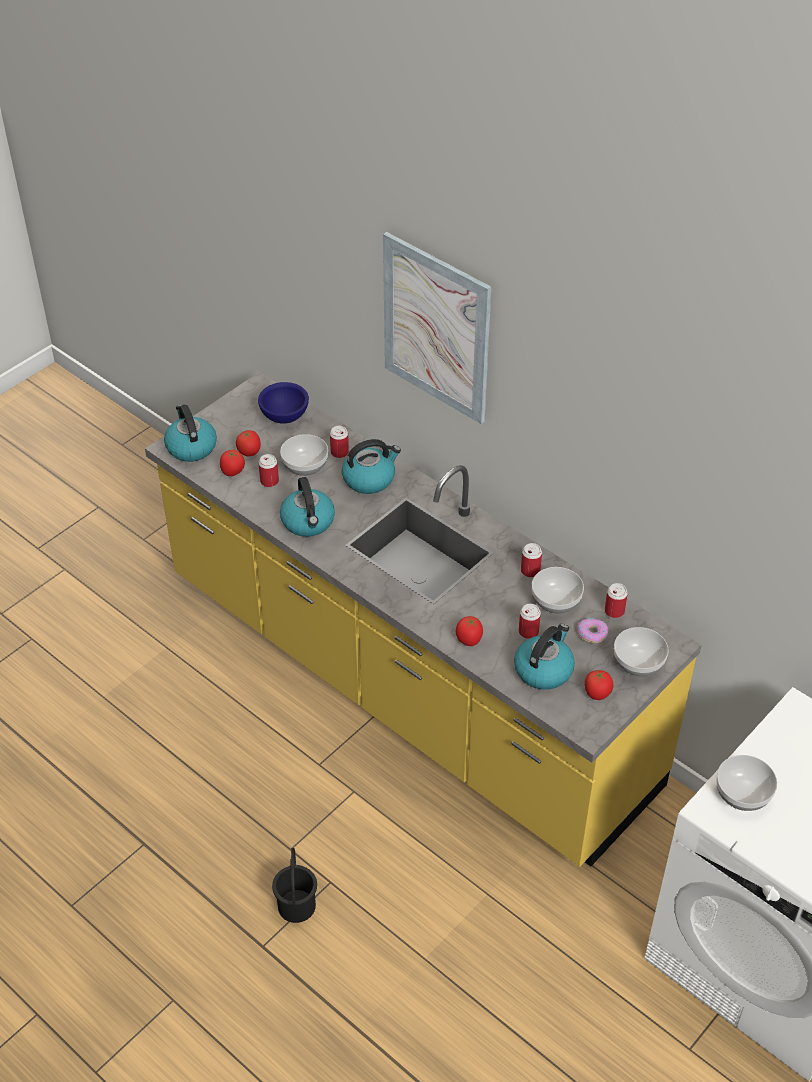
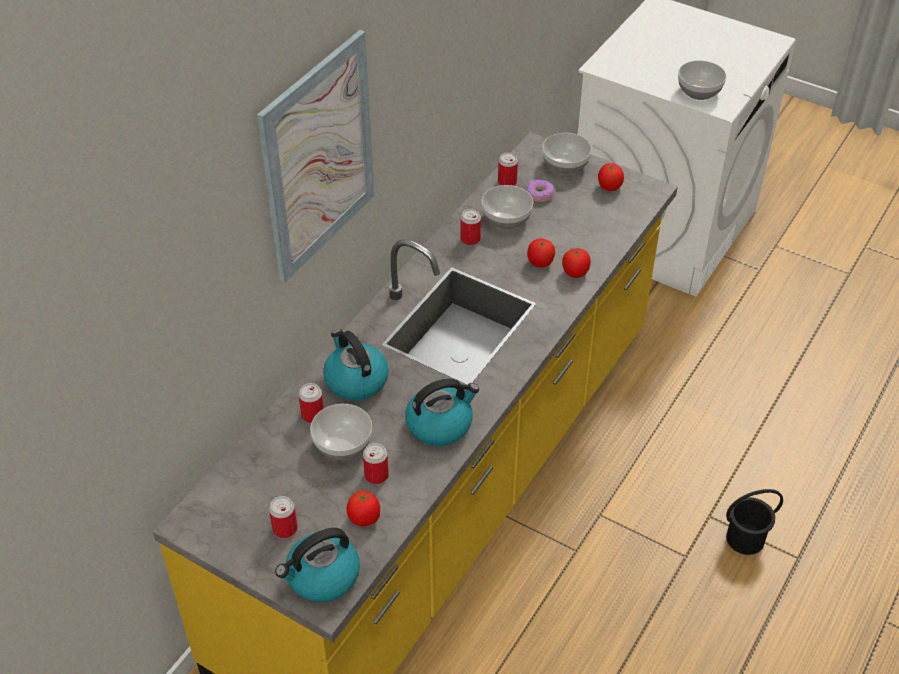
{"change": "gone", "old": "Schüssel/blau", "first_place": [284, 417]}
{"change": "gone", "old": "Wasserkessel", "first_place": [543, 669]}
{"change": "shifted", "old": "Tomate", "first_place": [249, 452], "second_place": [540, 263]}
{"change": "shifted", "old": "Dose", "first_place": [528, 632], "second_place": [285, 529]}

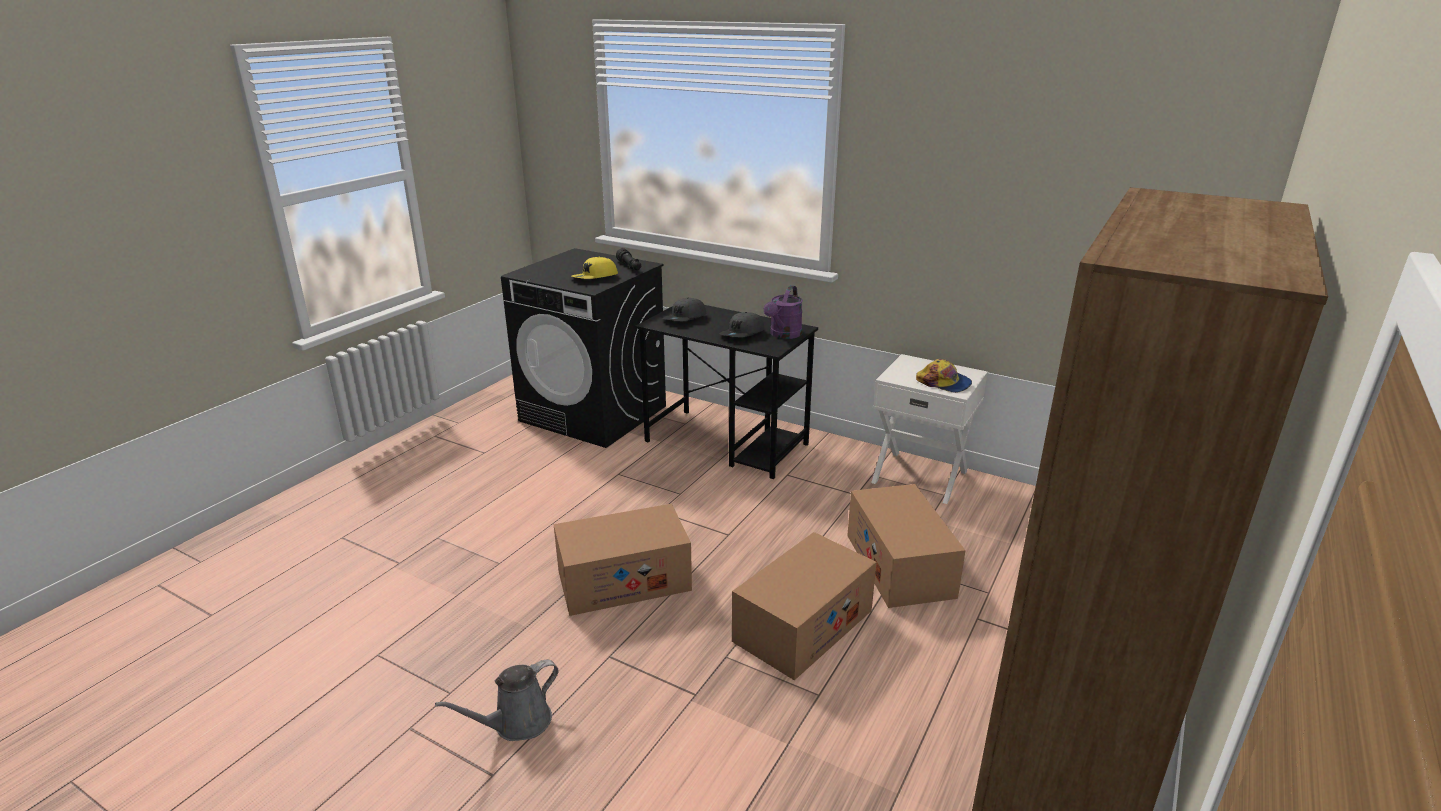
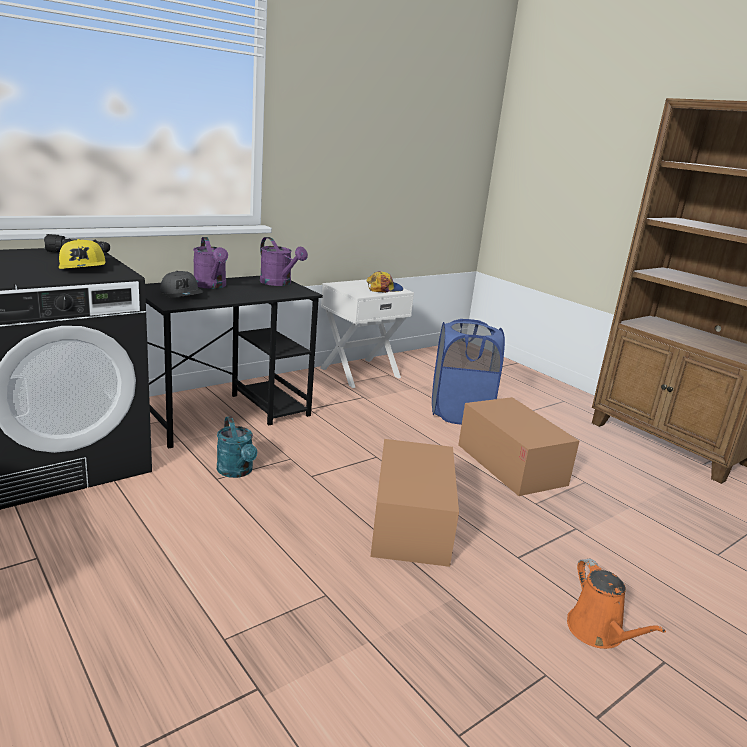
{"change": "gone", "old": "Kappe/grau", "first_place": [743, 334]}
{"change": "new", "new": "Gießkanne/lila", "second_place": [211, 286]}
{"change": "new", "new": "Gießkanne/türkis", "second_place": [237, 472]}
{"change": "swapped", "old": "Karton", "new": "Wäschekorb/blau", "first_place": [899, 565], "second_place": [460, 413]}
{"change": "repainted", "old": "Gießkanne/grau", "new": "Gießkanne/orange", "first_place": [517, 723], "second_place": [598, 632]}

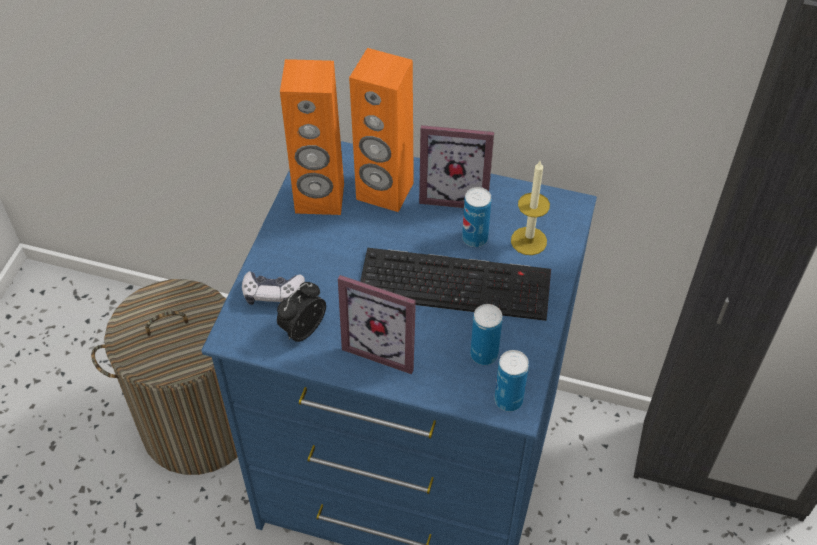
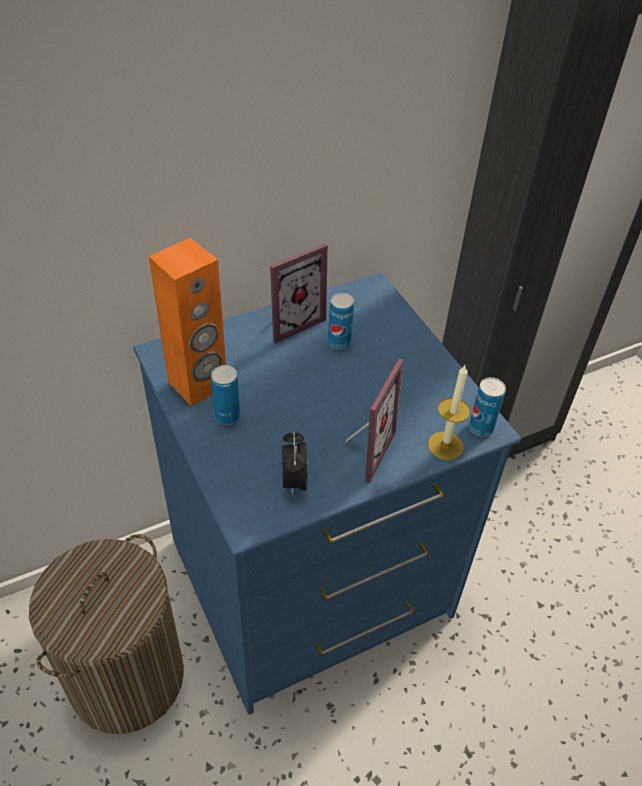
{"change": "gone", "old": "Gamepad", "first_place": [272, 293]}
{"change": "gone", "old": "Lautsprecher/orange", "first_place": [384, 192]}
{"change": "gone", "old": "Tastatur", "first_place": [457, 283]}
{"change": "shifted", "old": "Dose", "first_place": [484, 354], "second_place": [227, 416]}
{"change": "shifted", "old": "Kerze", "first_place": [528, 241], "second_place": [445, 445]}
{"change": "rotated", "old": "Bilderrahmen", "first_place": [385, 345], "second_place": [363, 450], "degrees": -45}

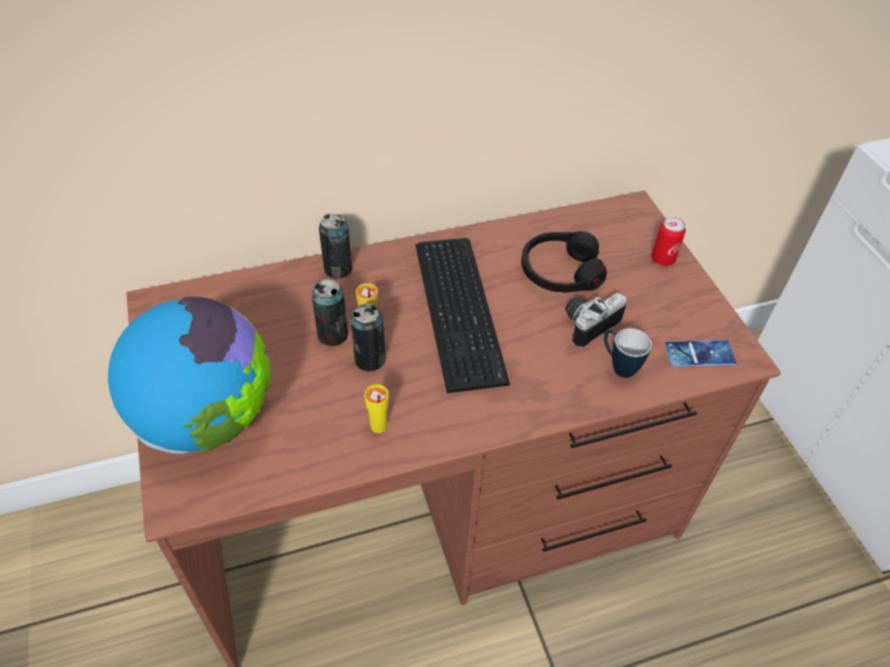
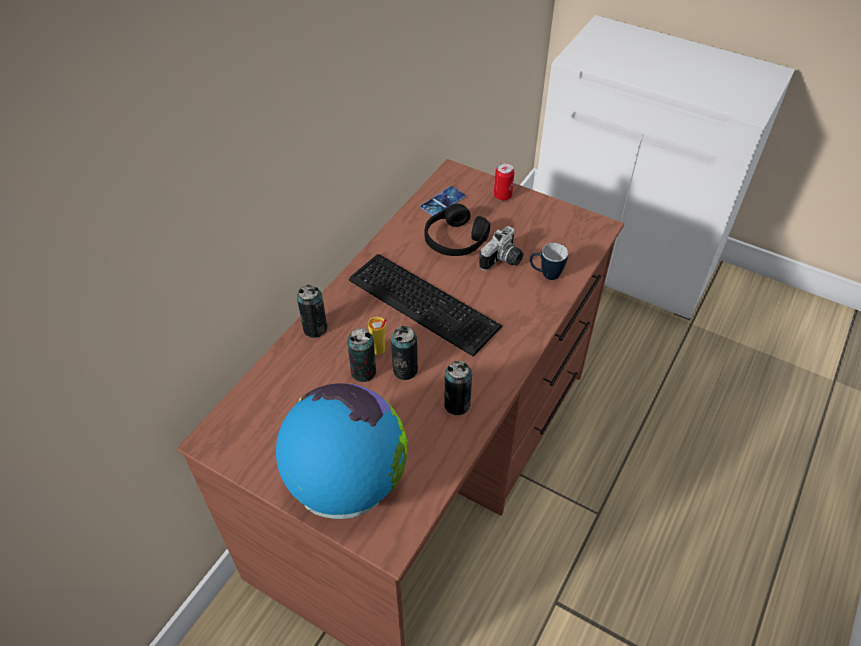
{"change": "shifted", "old": "Handy", "first_place": [699, 354], "second_place": [443, 201]}
{"change": "swapped", "old": "Tasse/gelb", "new": "Dose", "first_place": [378, 426], "second_place": [457, 404]}
{"change": "rotated", "old": "Kamera", "first_place": [587, 323], "second_place": [503, 261], "degrees": -150}

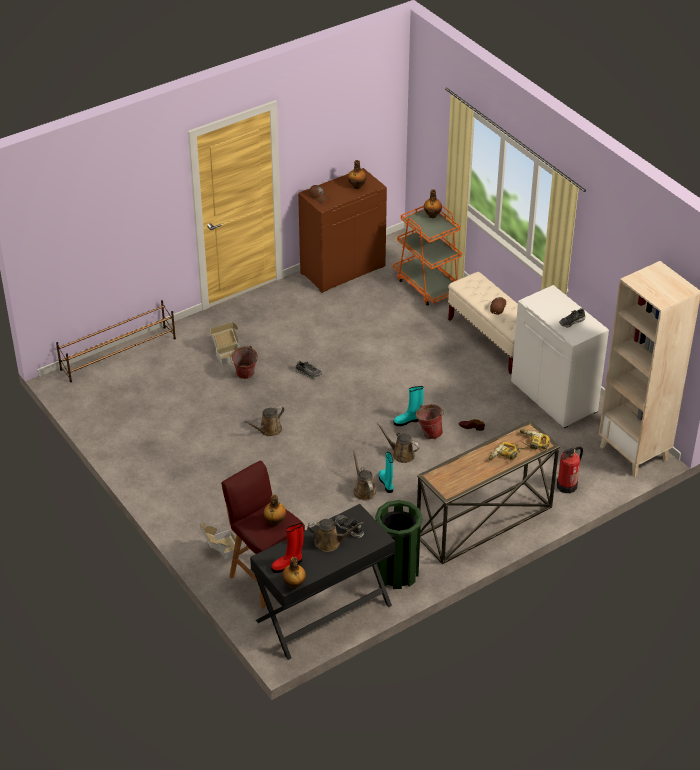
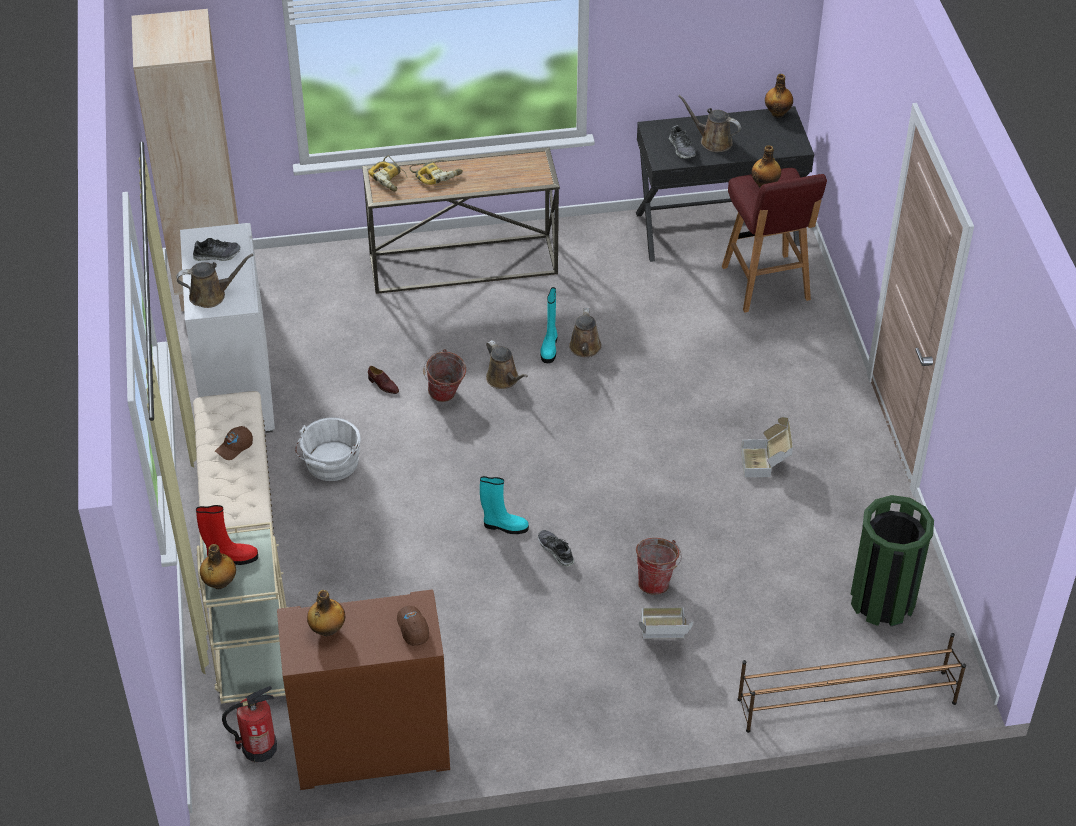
{"change": "new", "new": "Eimer/weiß", "second_place": [331, 464]}
{"change": "shifted", "old": "Karton", "first_place": [220, 549], "second_place": [766, 462]}
{"change": "shifted", "old": "Gießkanne/braun", "first_place": [268, 430], "second_place": [211, 295]}
{"change": "shifted", "old": "Stiefel/rot", "first_place": [287, 564], "second_place": [231, 557]}
{"change": "shifted", "old": "Mülleimer/grün", "first_place": [397, 572], "second_place": [882, 601]}
{"change": "shifted", "old": "Stiefel/türkis", "first_place": [408, 421], "second_place": [504, 526]}
{"change": "shifted", "old": "Feuerlöscher", "first_place": [567, 485], "second_place": [258, 747]}
{"change": "repainted", "old": "Rollwagen/orange", "new": "Rollwagen/beige", "first_place": [428, 285], "second_place": [254, 654]}

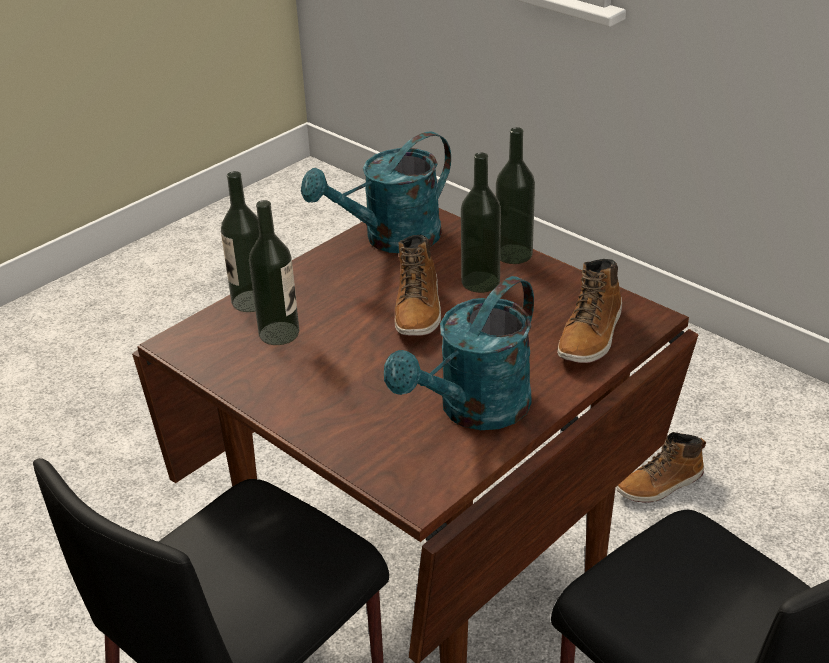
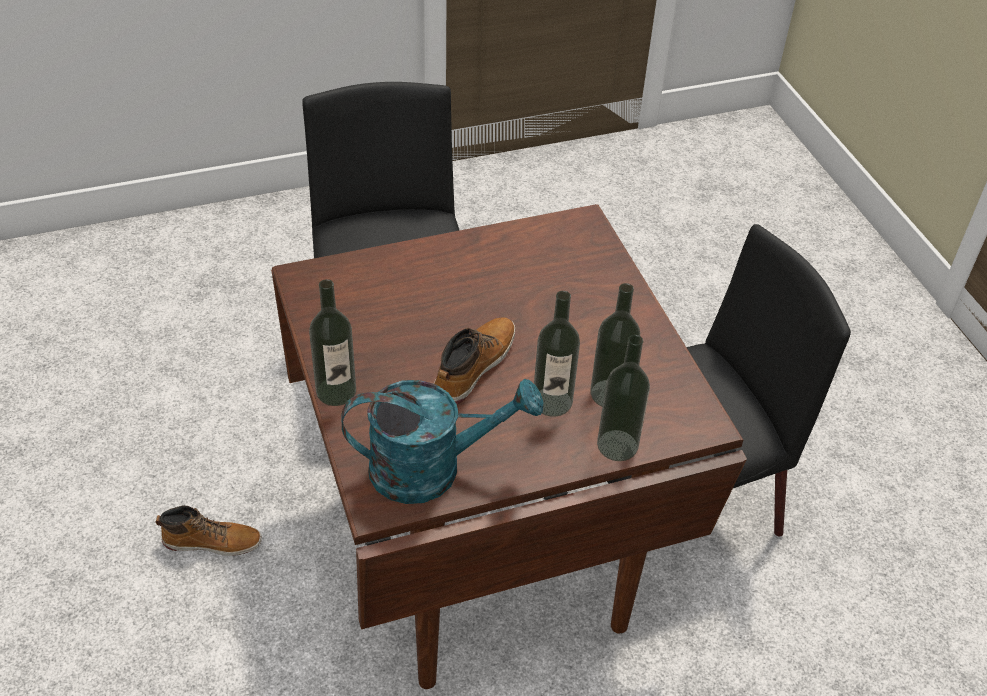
{"change": "gone", "old": "Gießkanne/türkis", "first_place": [474, 411]}
{"change": "gone", "old": "Stiefel", "first_place": [591, 335]}
{"change": "shifted", "old": "Flasche", "first_place": [480, 282], "second_place": [552, 401]}

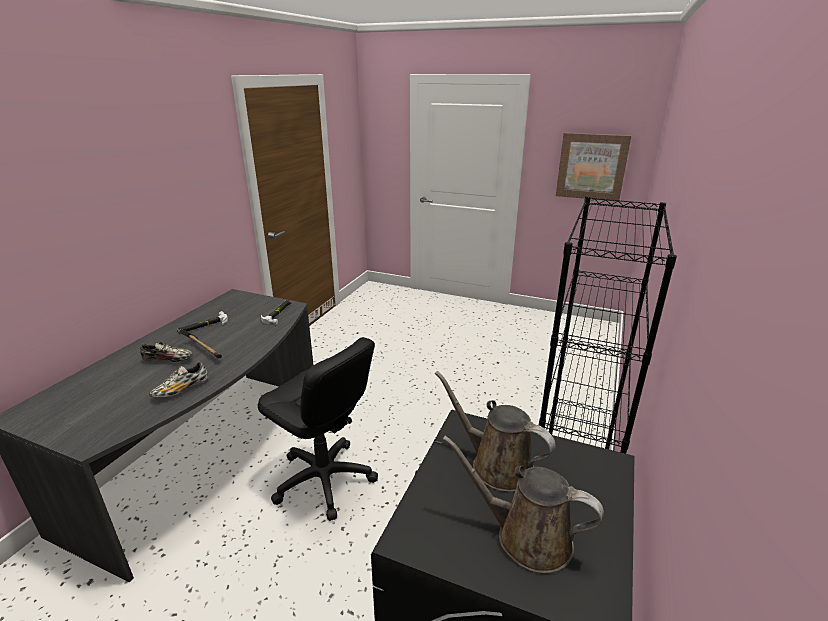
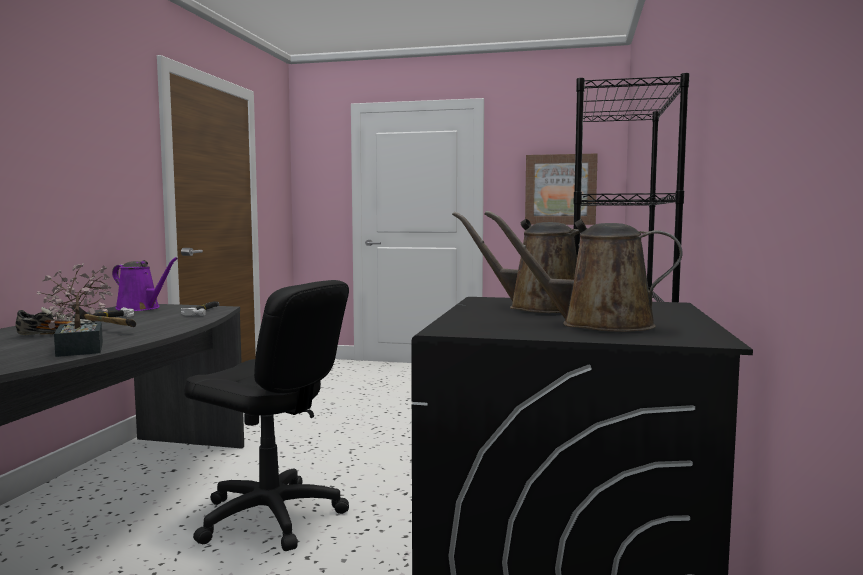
{"change": "new", "new": "Gießkanne/lila", "second_place": [141, 308]}
{"change": "swapped", "old": "Schuh", "new": "Topfpflanze", "first_place": [181, 390], "second_place": [81, 347]}

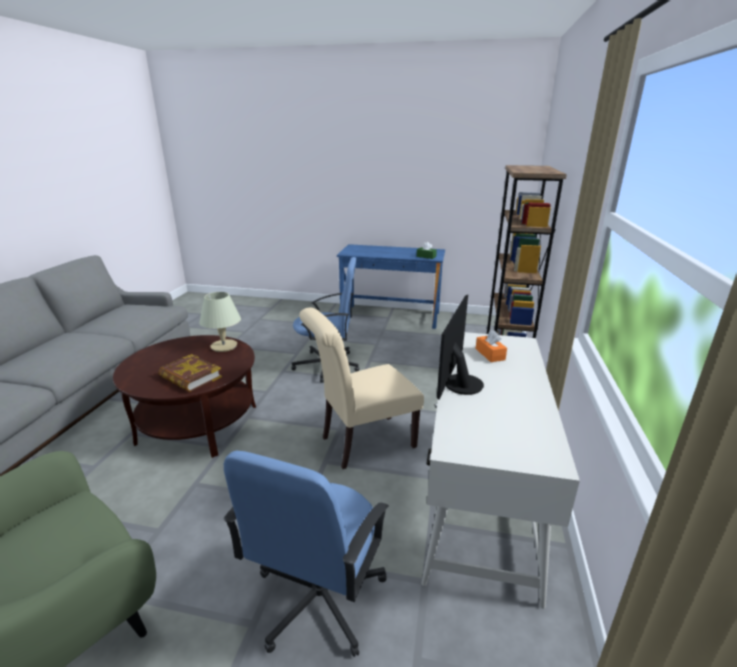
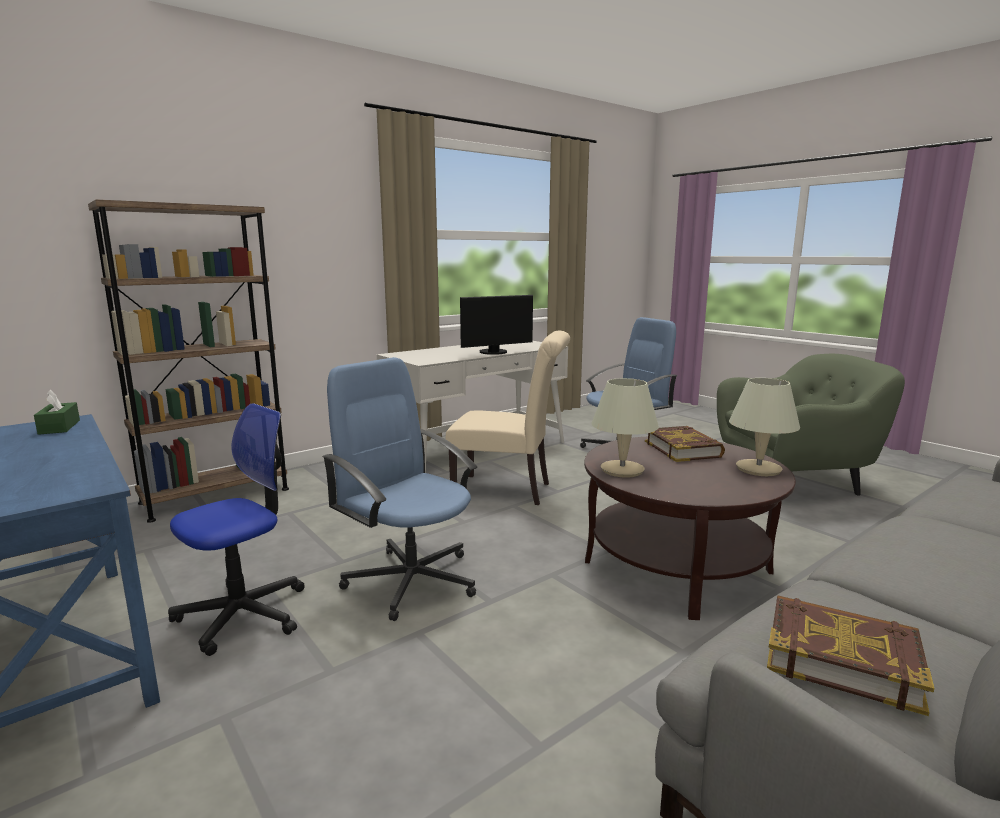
{"change": "gone", "old": "Taschentuchbox/orange", "first_place": [490, 354]}
{"change": "new", "new": "Bürostuhl", "second_place": [243, 614]}
{"change": "new", "new": "Tischlampe/beige", "second_place": [759, 469]}
{"change": "new", "new": "Buch", "second_place": [841, 659]}

